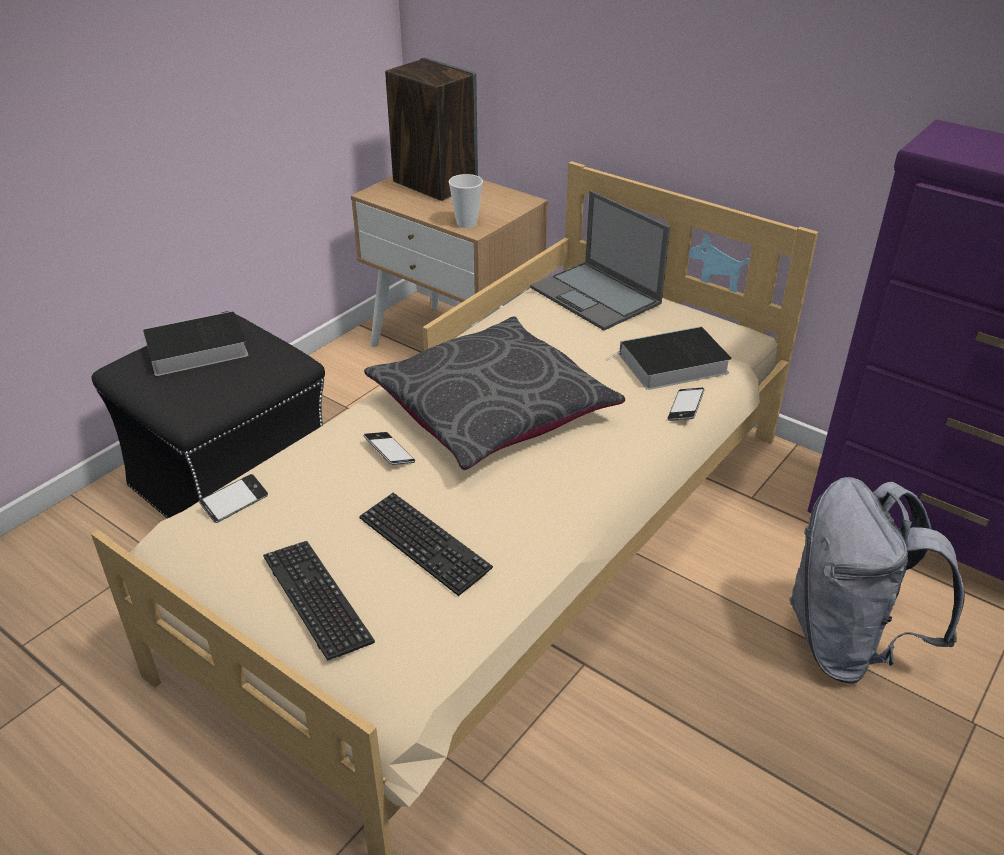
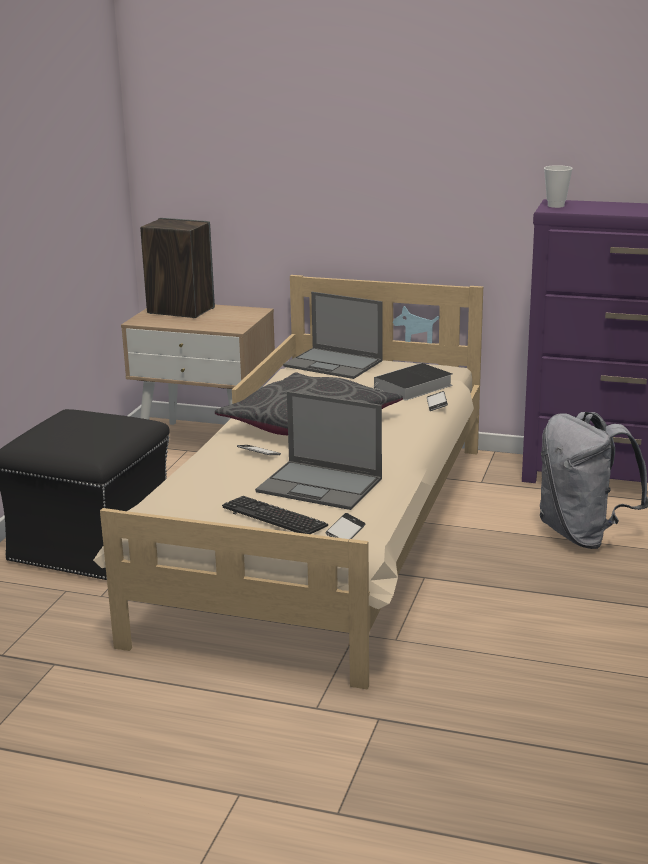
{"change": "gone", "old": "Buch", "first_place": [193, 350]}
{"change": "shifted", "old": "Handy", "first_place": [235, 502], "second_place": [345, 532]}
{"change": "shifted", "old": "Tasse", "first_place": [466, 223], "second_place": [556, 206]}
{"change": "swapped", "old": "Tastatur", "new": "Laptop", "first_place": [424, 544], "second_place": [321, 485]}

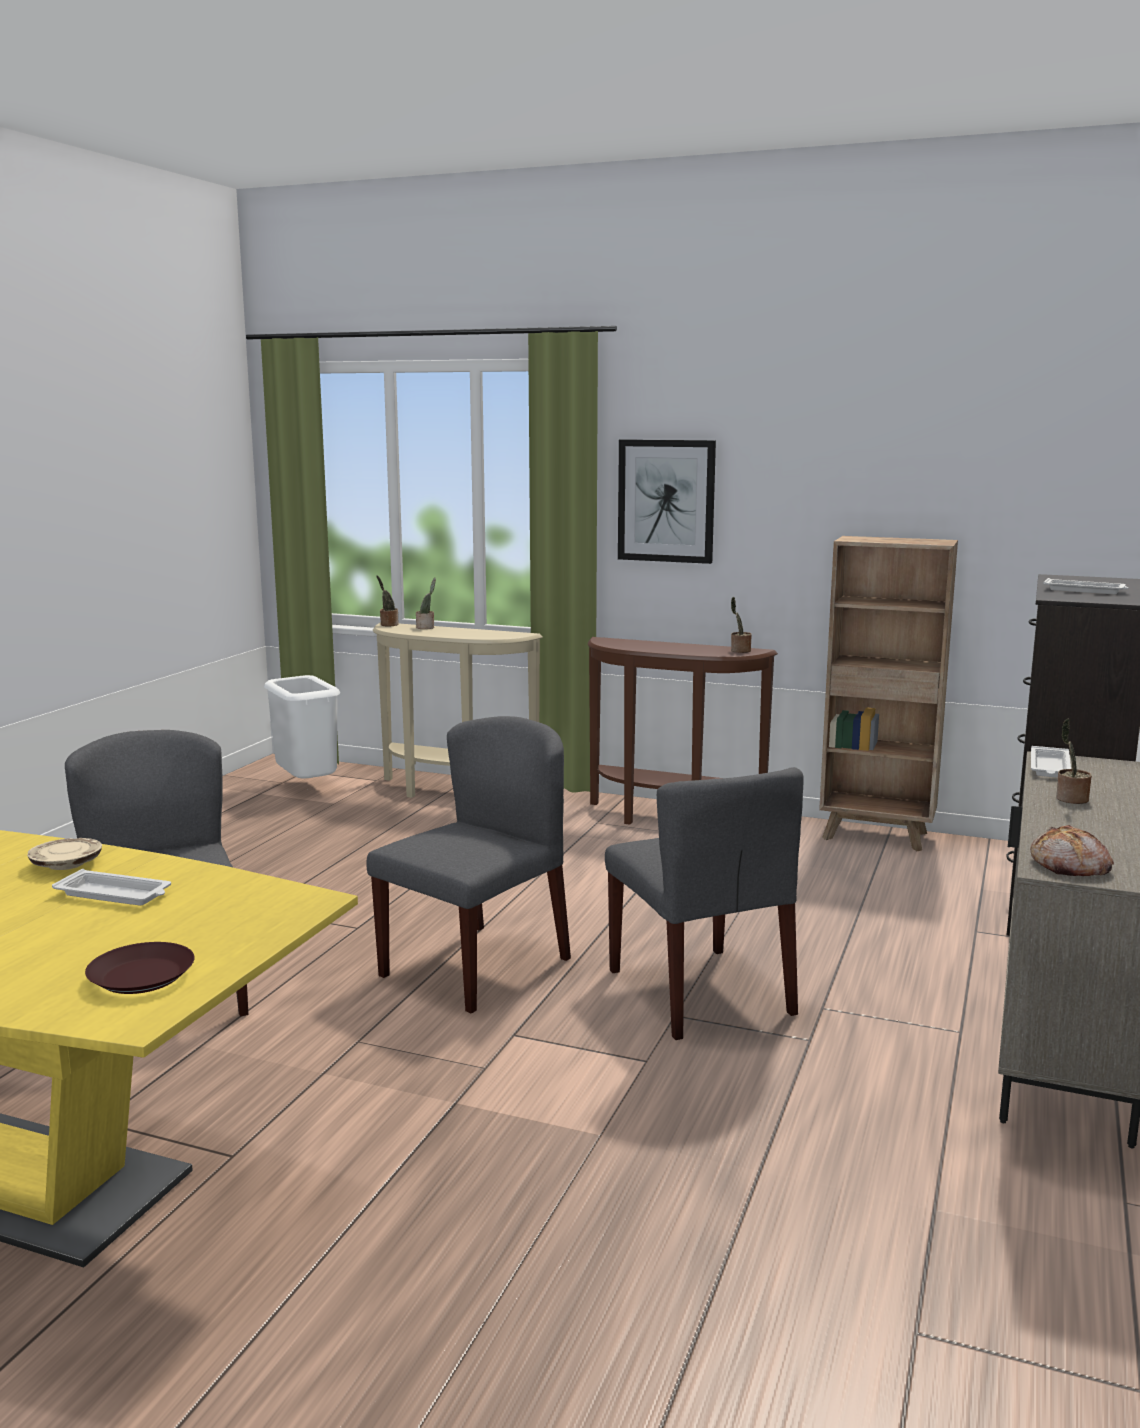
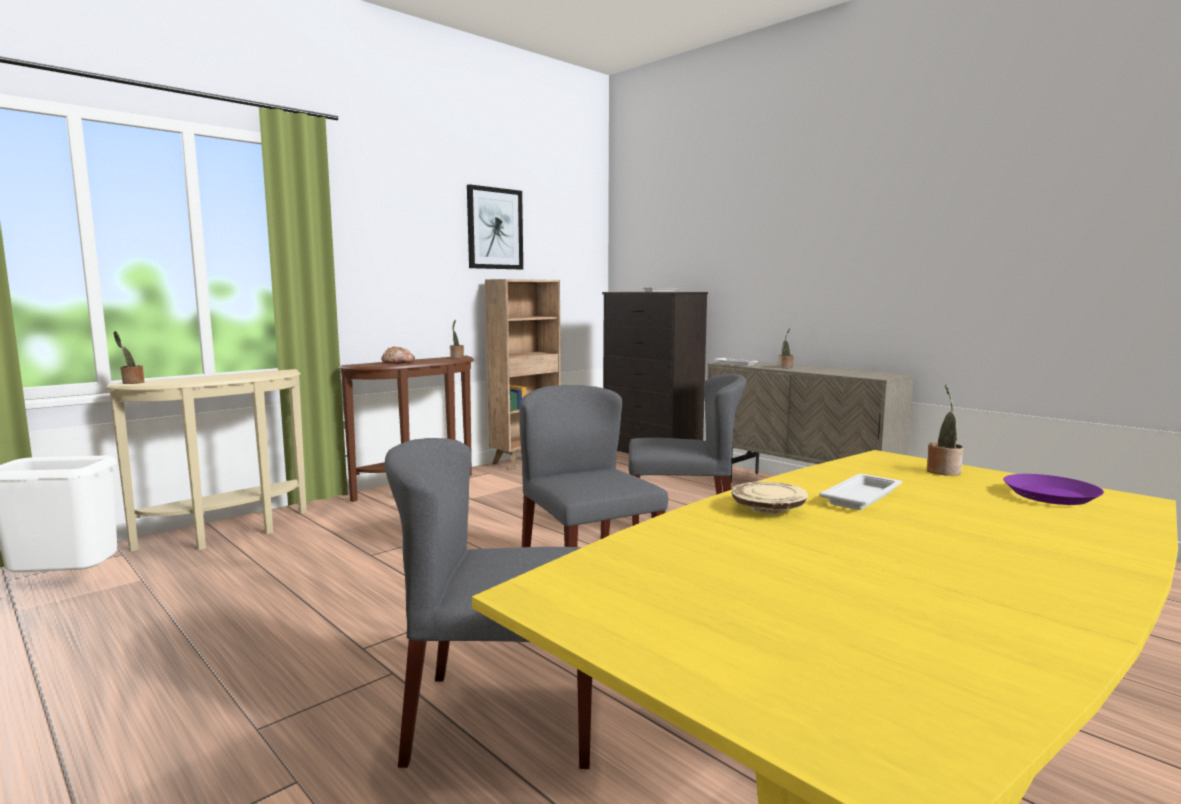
{"change": "shifted", "old": "Topfpflanze", "first_place": [426, 627], "second_place": [943, 471]}
{"change": "shifted", "old": "Bild", "first_place": [666, 501], "second_place": [494, 228]}
{"change": "shifted", "old": "Brot", "first_place": [1070, 866], "second_place": [398, 362]}
{"change": "repainted", "old": "Teller/braun", "new": "Teller/lila", "first_place": [140, 977], "second_place": [1051, 496]}

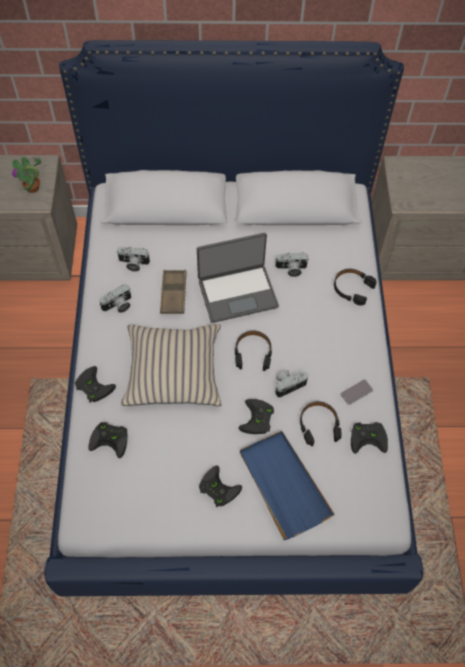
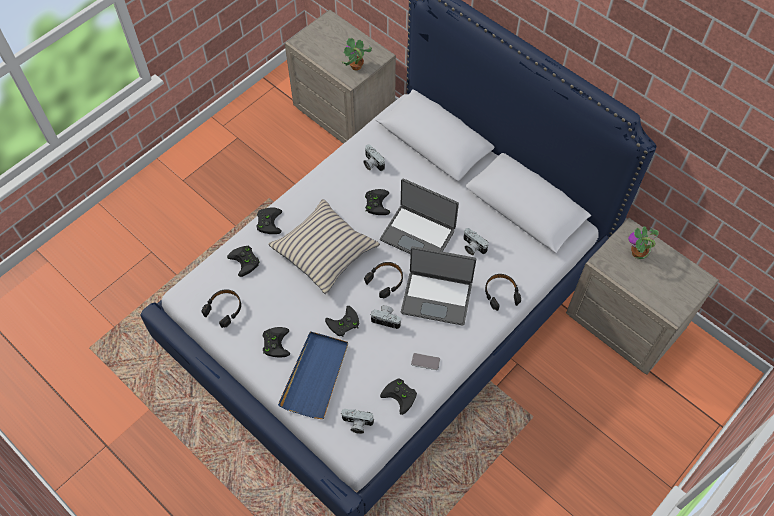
{"change": "new", "new": "Laptop", "second_place": [437, 297]}
{"change": "new", "new": "Topfpflanze", "second_place": [638, 253]}
{"change": "shifted", "old": "Kamera", "first_place": [118, 305], "second_place": [356, 424]}
{"change": "shifted", "old": "Kopfhörer/schwarz", "first_place": [318, 425], "second_place": [224, 309]}
{"change": "swapped", "old": "Tablett/braun", "new": "Gamepad/schwarz", "first_place": [173, 294], "second_place": [376, 203]}

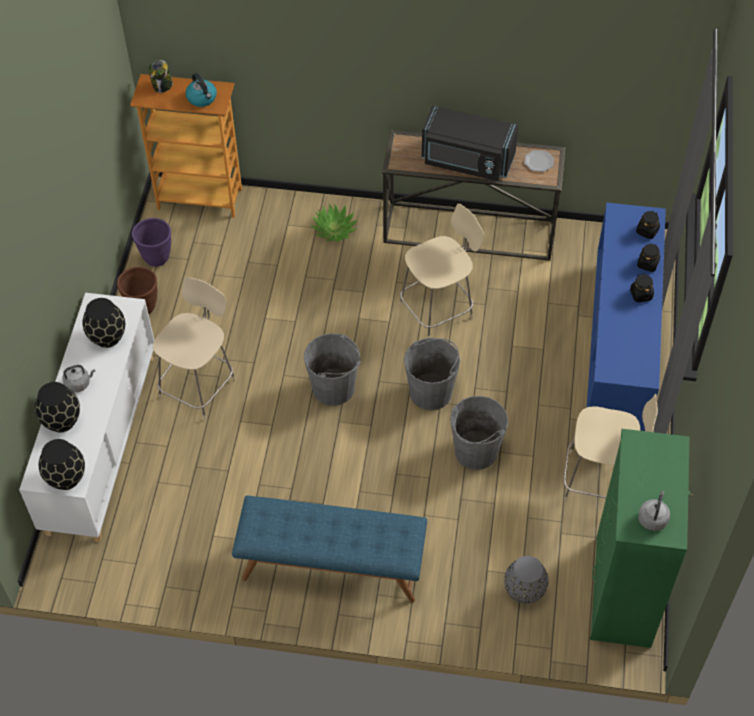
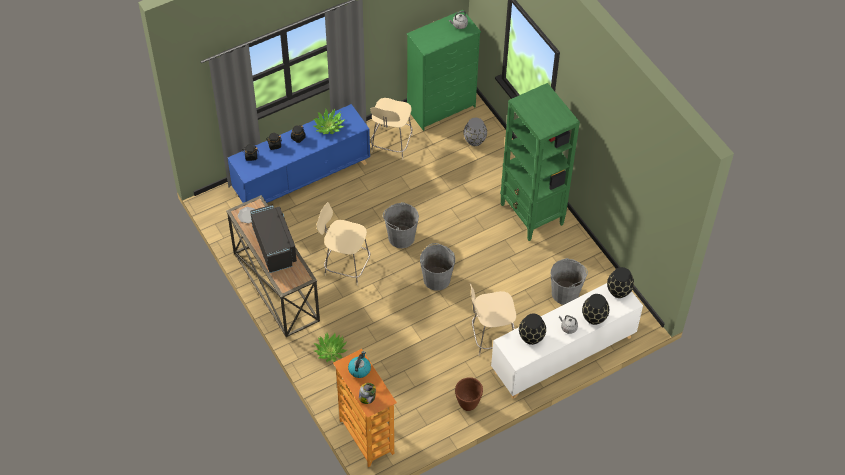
{"change": "gone", "old": "Pflanzkübel/lila", "first_place": [156, 258]}
{"change": "new", "new": "Topfpflanze", "second_place": [328, 126]}
{"change": "shifted", "old": "Eimer/grau", "first_place": [475, 451], "second_place": [565, 293]}
{"change": "swapped", "old": "Bank/blau", "new": "Bücherregal/grün", "first_place": [332, 566], "second_place": [532, 215]}
{"change": "rotated", "old": "Stuhl/beige", "first_place": [599, 481], "second_place": [391, 145], "degrees": -135}

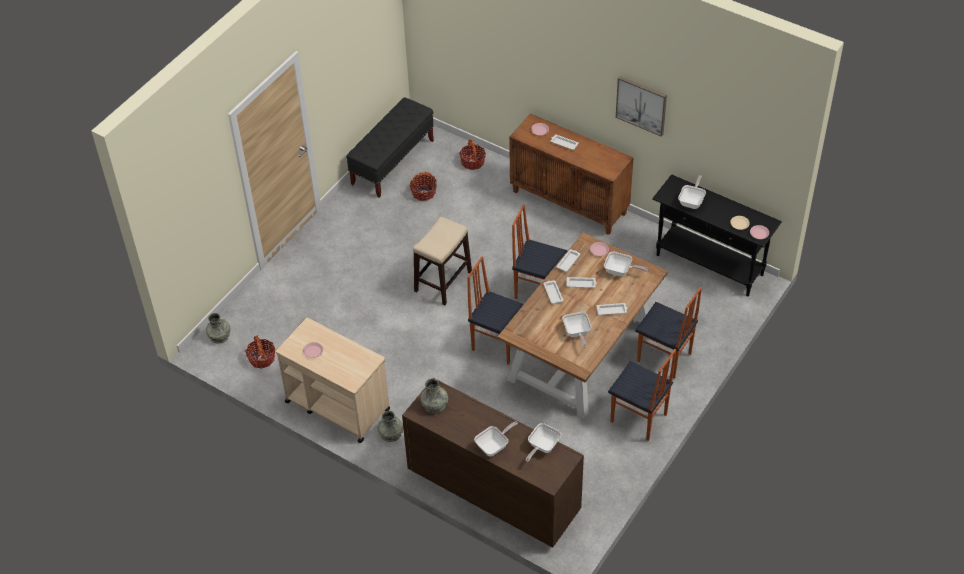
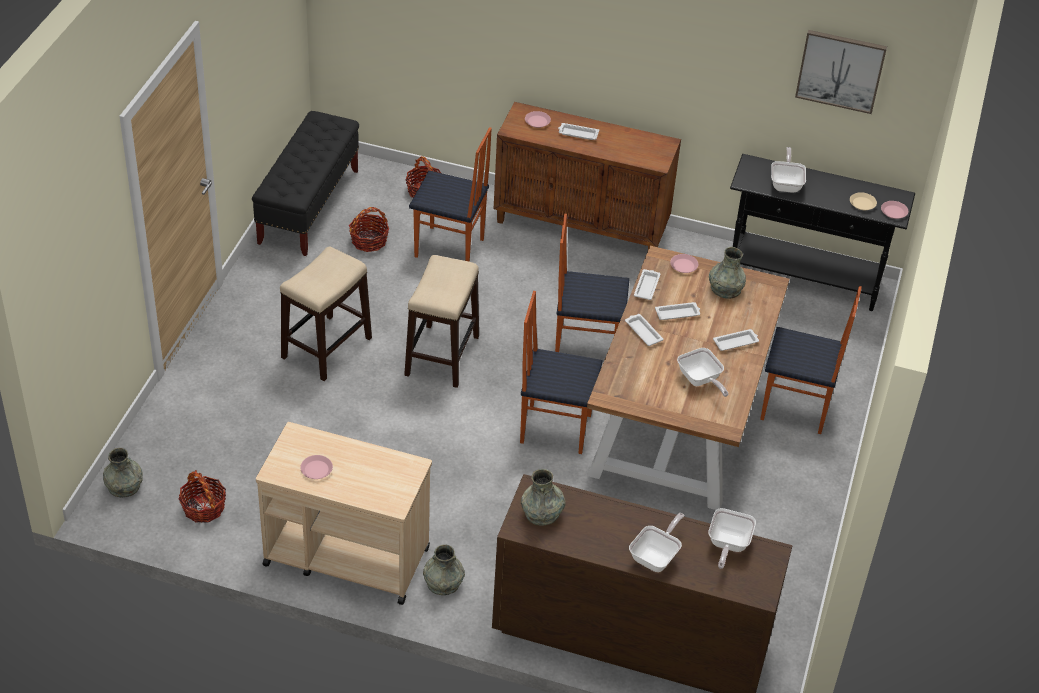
{"change": "new", "new": "Hocker", "second_place": [327, 347]}
{"change": "shifted", "old": "Stuhl", "first_place": [638, 419], "second_place": [449, 249]}
{"change": "shifted", "old": "Bild", "first_place": [641, 105], "second_place": [840, 70]}
{"change": "swapped", "old": "Pfanne", "new": "Vase/grau", "first_place": [620, 271], "second_place": [725, 289]}

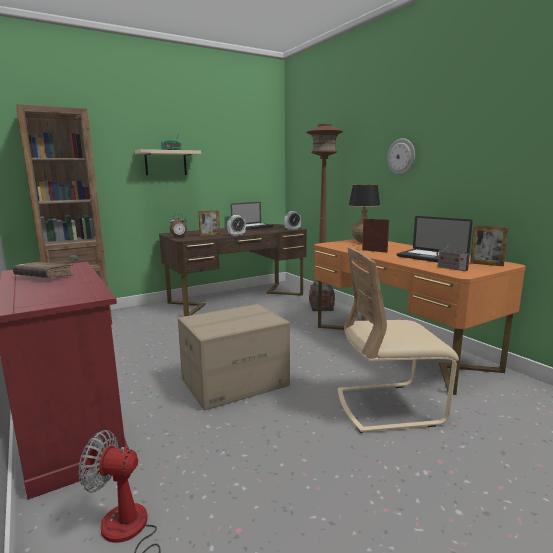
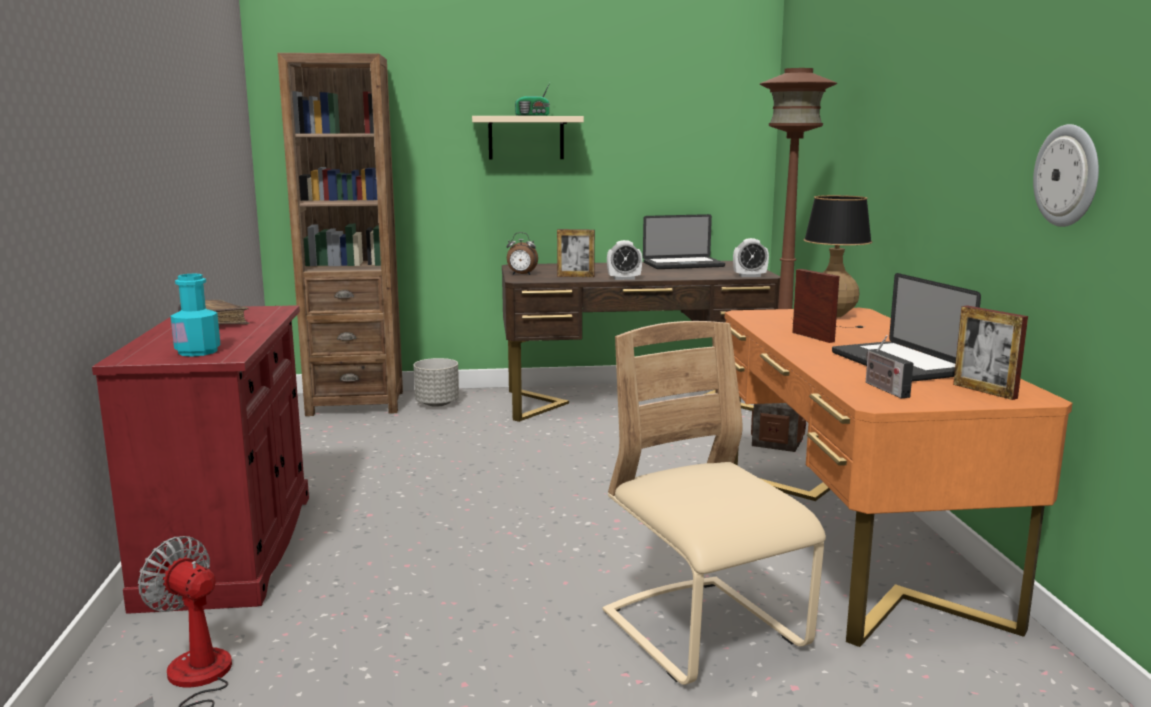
{"change": "gone", "old": "Karton", "first_place": [234, 382]}
{"change": "new", "new": "Flasche/türkis", "second_place": [198, 352]}
{"change": "new", "new": "Pflanzkübel/grau", "second_place": [437, 403]}
{"change": "shifted", "old": "Wanduhr", "first_place": [401, 157], "second_place": [1068, 176]}
{"change": "rotated", "old": "Stuhl/beige", "first_place": [388, 406], "second_place": [704, 633], "degrees": 45}

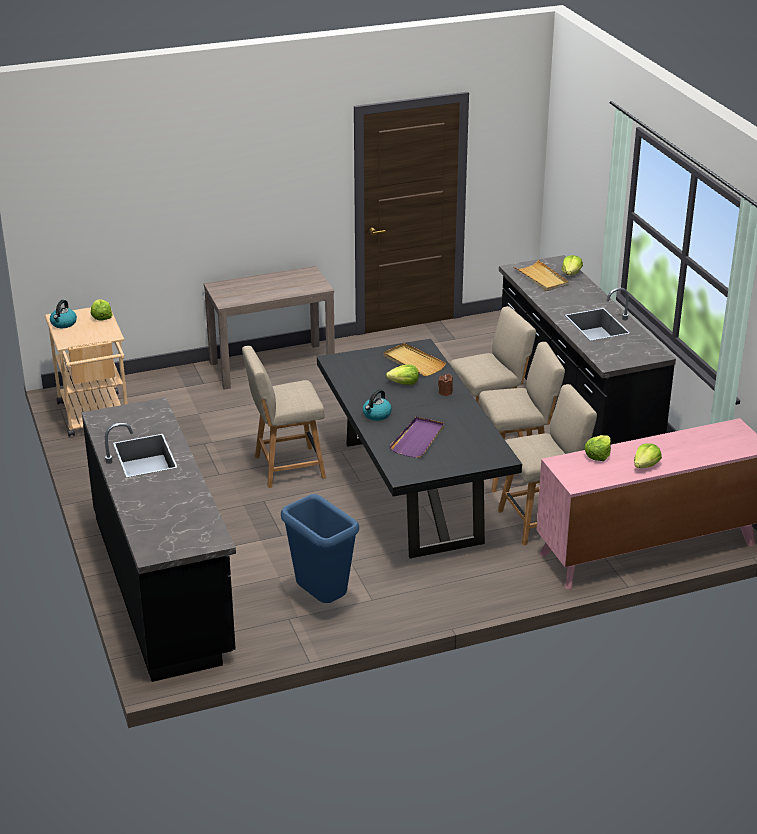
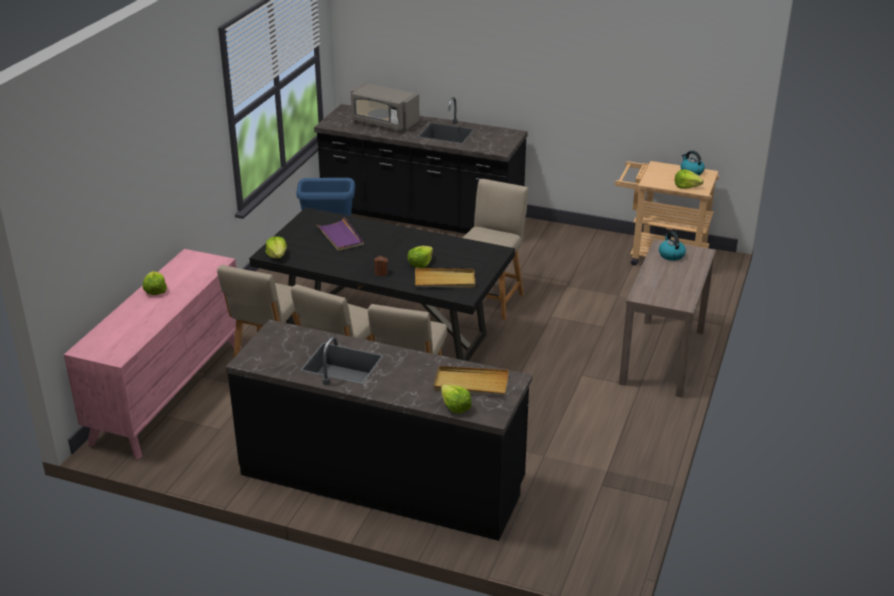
{"change": "new", "new": "Mikrowelle/grau", "second_place": [384, 123]}
{"change": "shifted", "old": "Wasserkessel", "first_place": [376, 415], "second_place": [671, 255]}
{"change": "shifted", "old": "Salatkopf", "first_place": [598, 455], "second_place": [277, 256]}

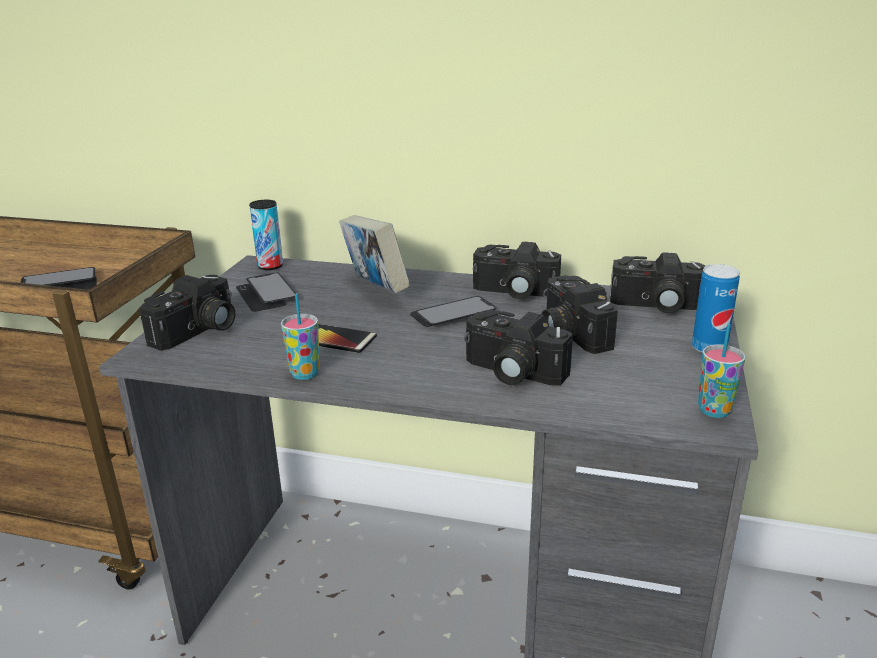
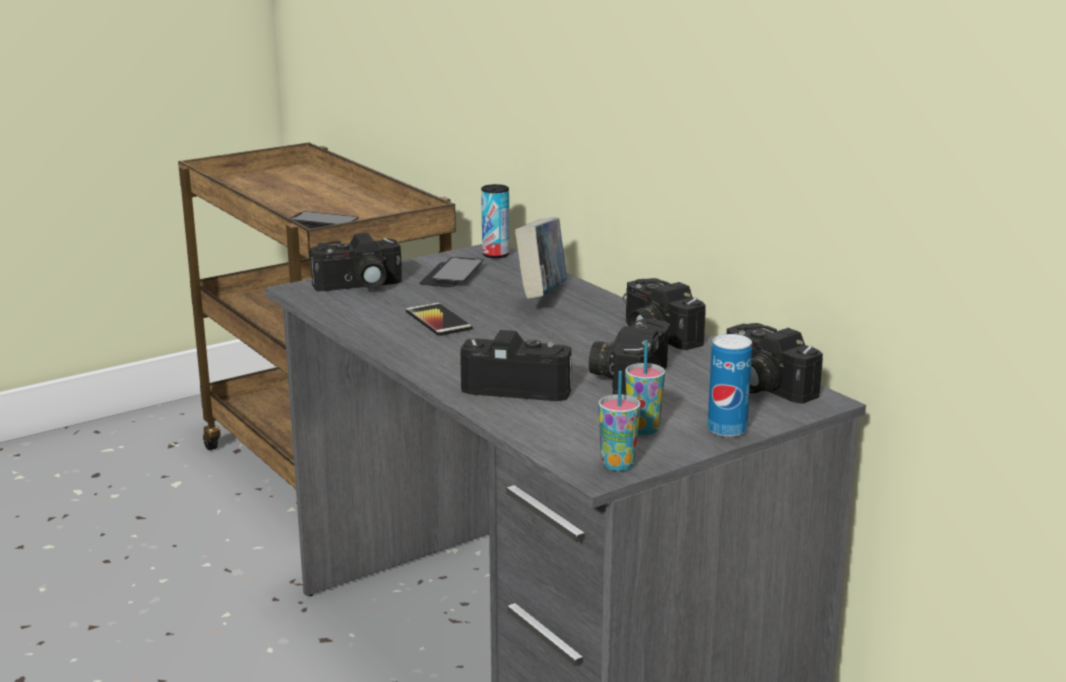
{"change": "gone", "old": "Handy", "first_place": [453, 314]}
{"change": "shifted", "old": "Tasse", "first_place": [305, 374], "second_place": [643, 430]}
{"change": "rotated", "old": "Kamera", "first_place": [511, 372], "second_place": [519, 386], "degrees": 120}

